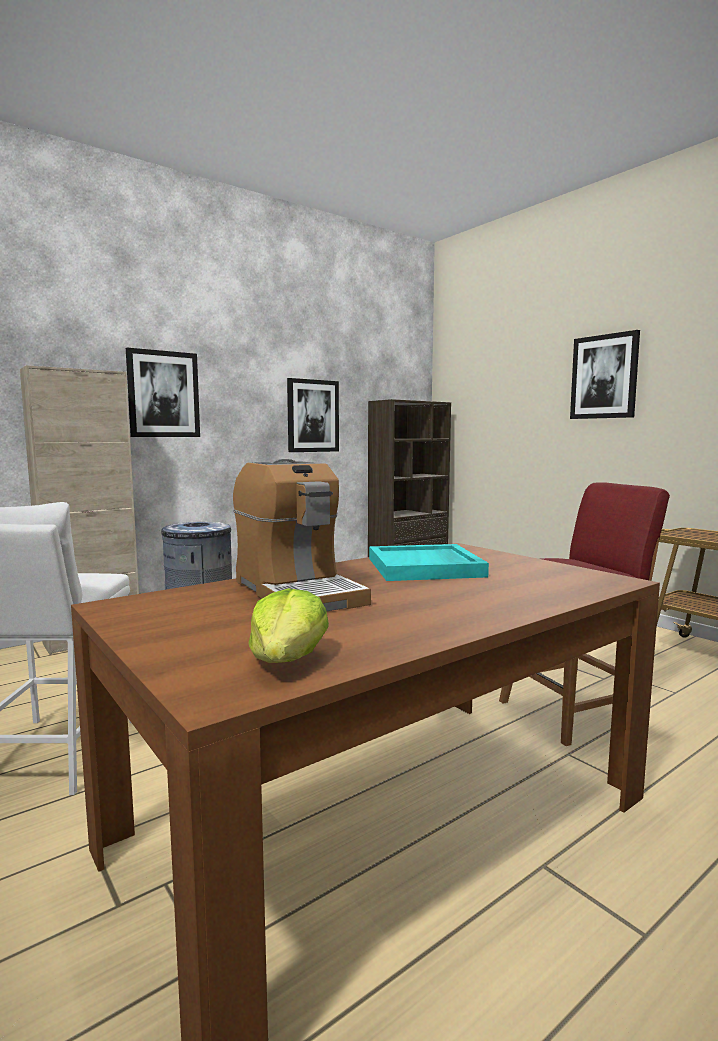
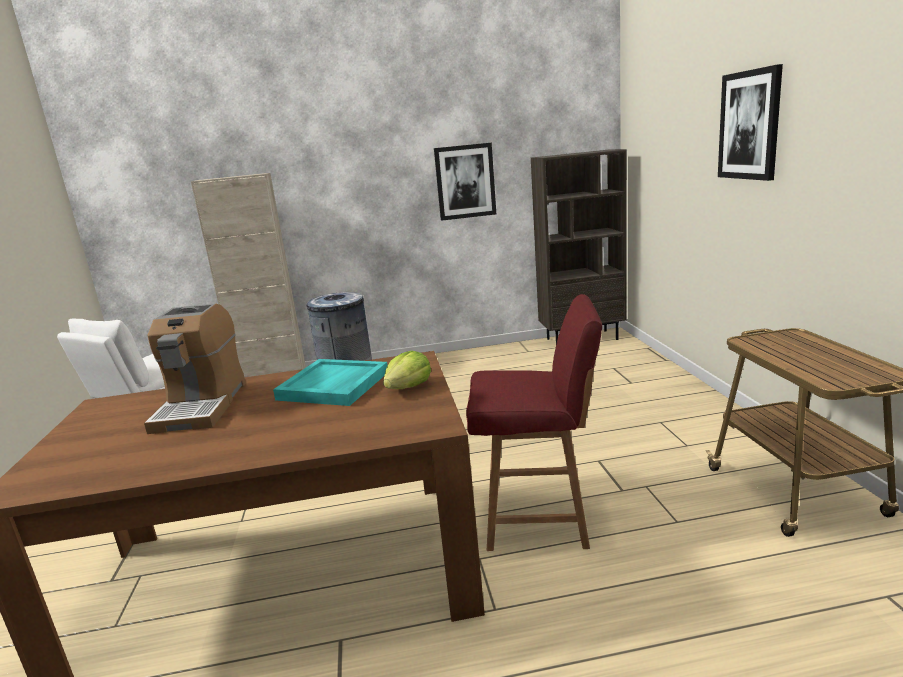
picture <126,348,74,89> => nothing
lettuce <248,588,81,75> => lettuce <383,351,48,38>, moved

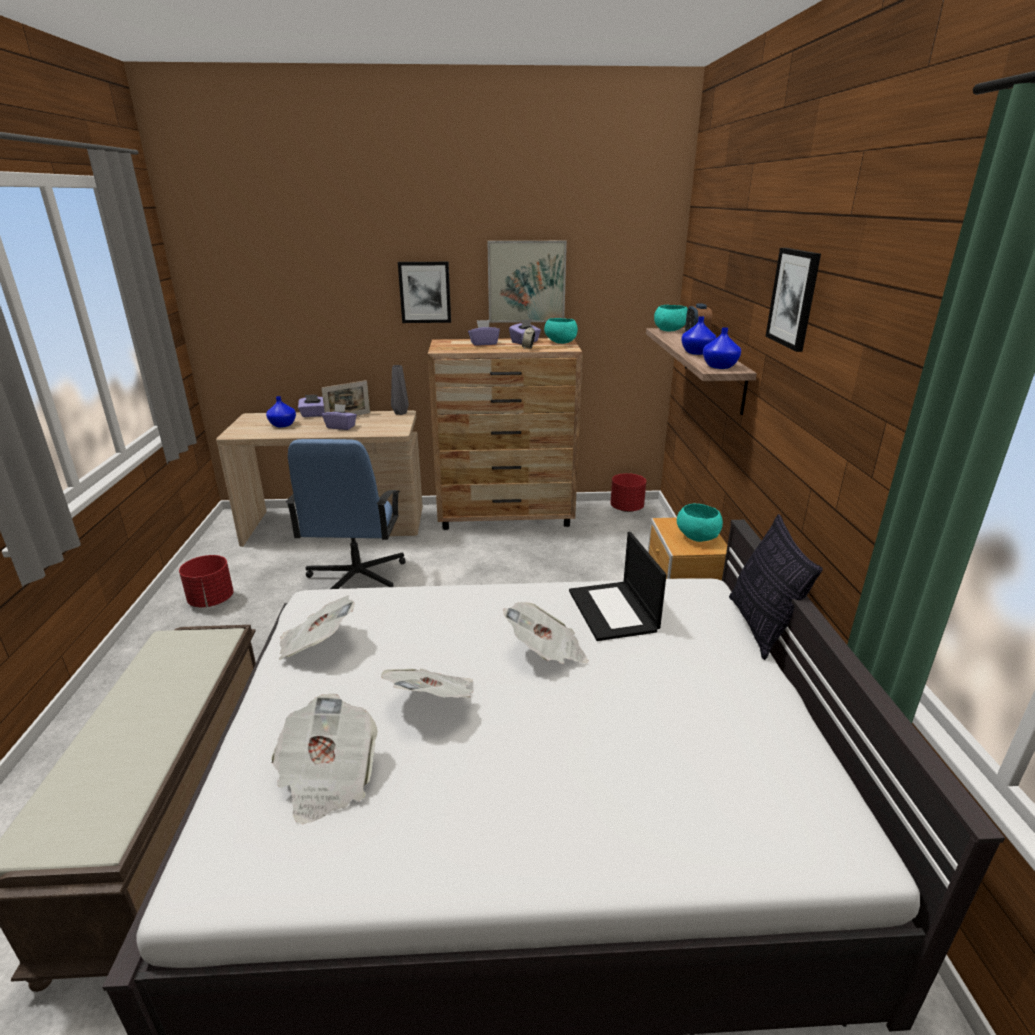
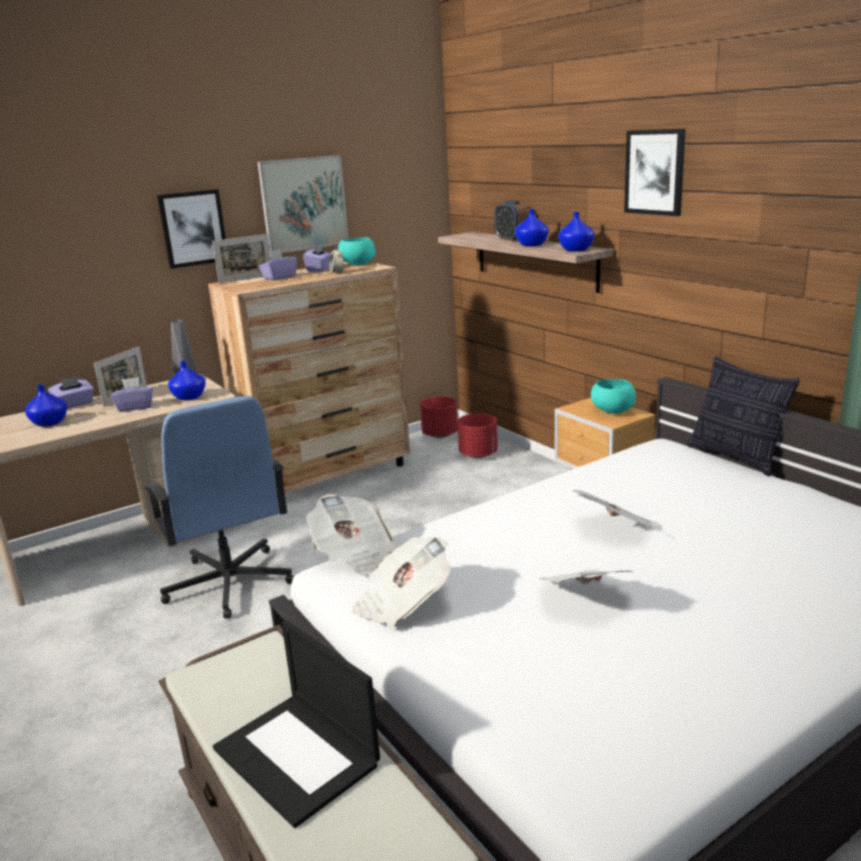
turquoise bowl <654,305,34,26> => nothing
laptop <569,532,97,109> => laptop <213,620,167,208>, moved
red planter <179,555,55,52> => red planter <457,413,41,45>, moved
newspaper <272,694,106,131> => newspaper <306,494,91,81>, moved
nothing => picture frame <212,234,59,49>
nothing => blue vase <168,361,38,39>

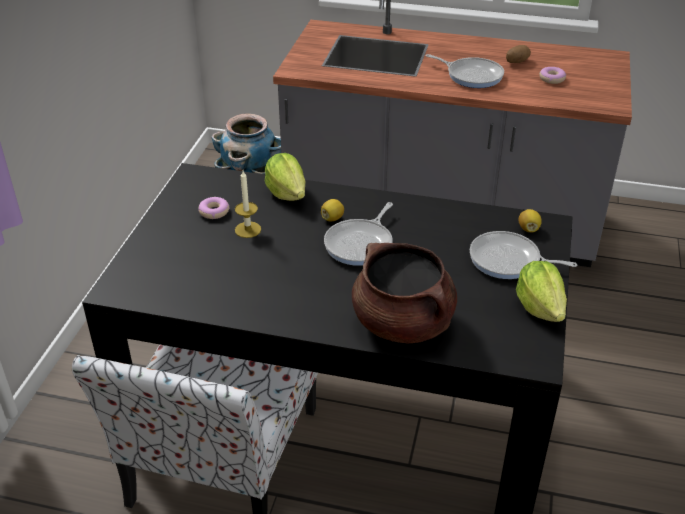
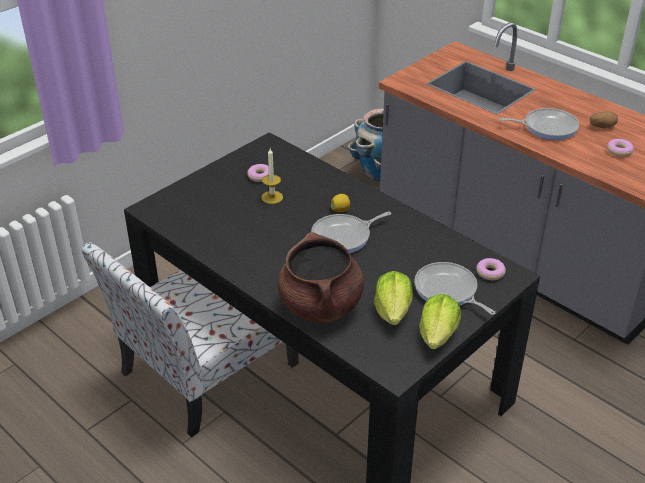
frying pan <426,54,78,34> => frying pan <499,108,80,32>, 60 degrees counterclockwise
lettuce <265,153,40,48> => lettuce <374,271,39,54>, moved
lemon <518,209,24,23> => donut <477,258,29,22>

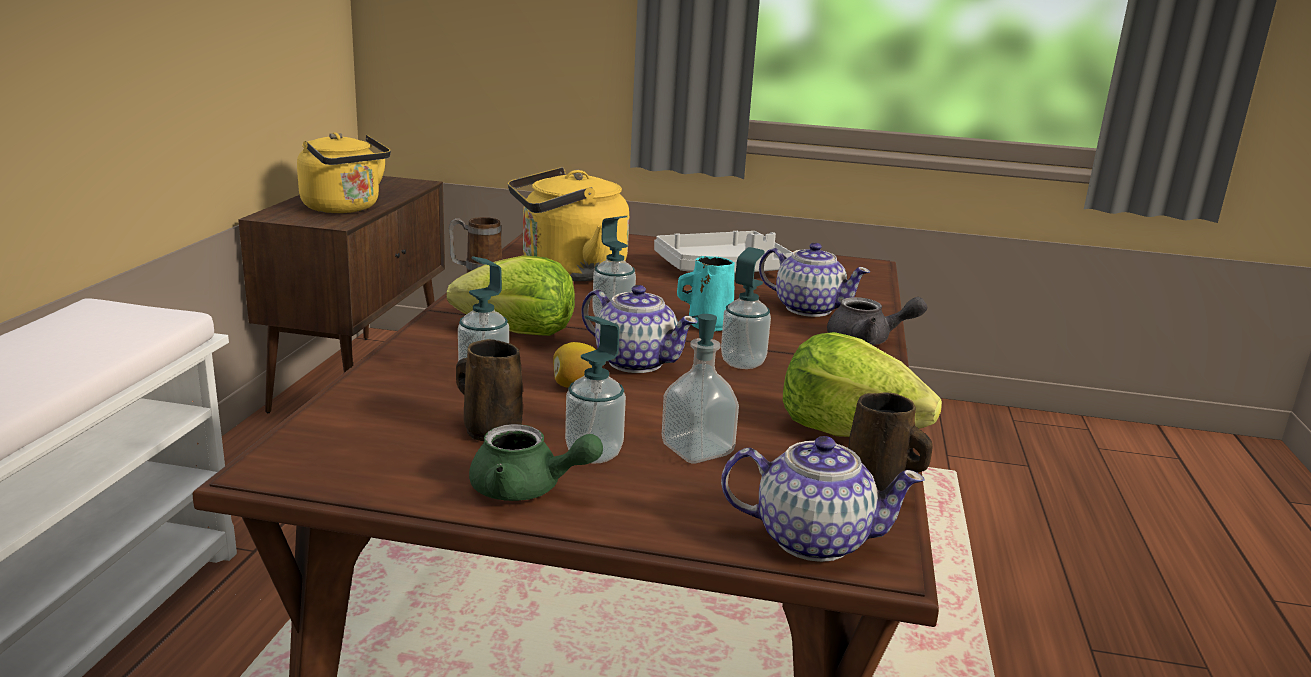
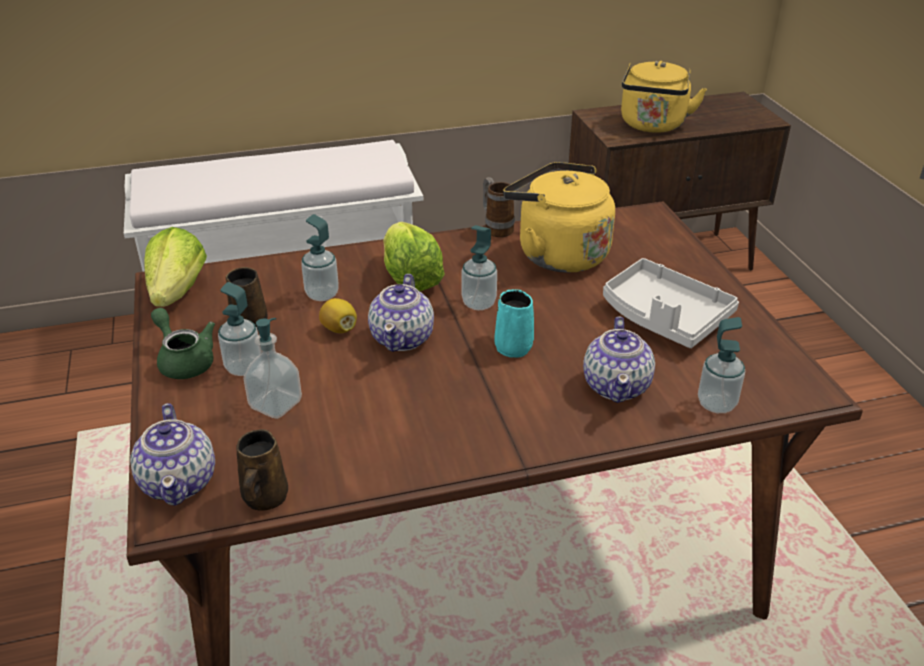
soap dispenser <721,247,50,122> => soap dispenser <698,317,47,96>, moved
grey teapot <827,297,100,48> => nothing
lettuce <783,332,159,105> => lettuce <144,227,63,80>, moved
green teapot <469,424,134,77> => green teapot <151,308,64,71>, 150 degrees clockwise

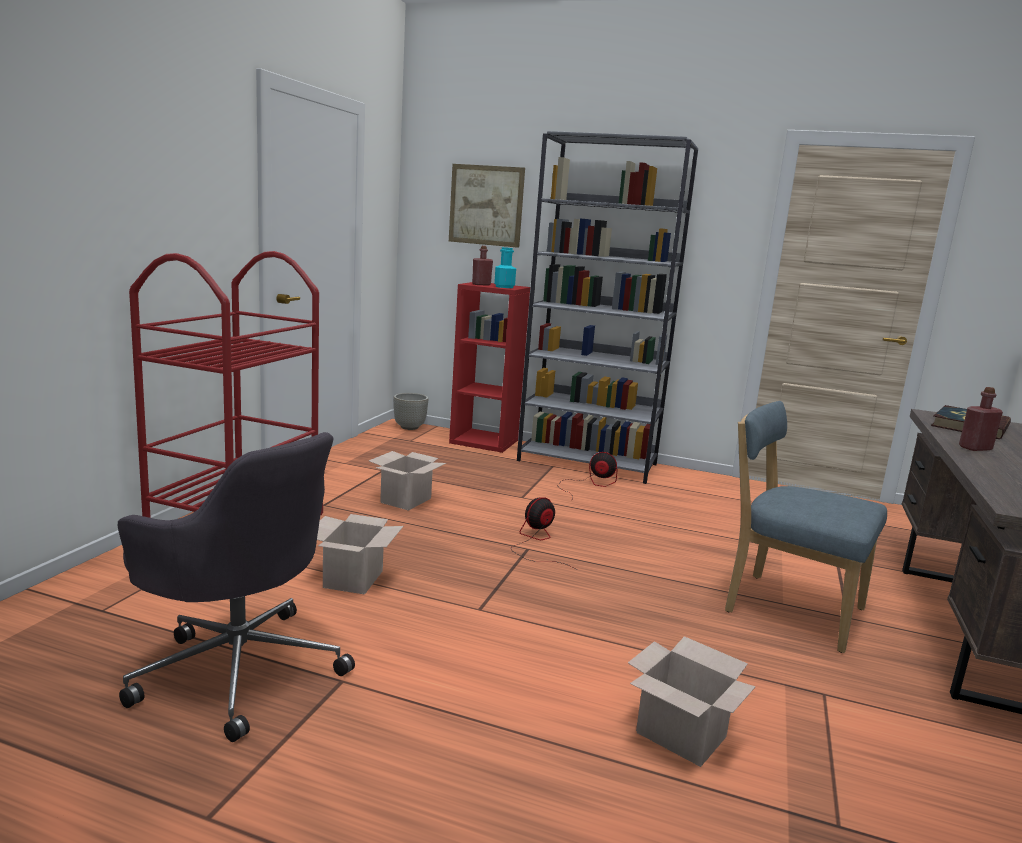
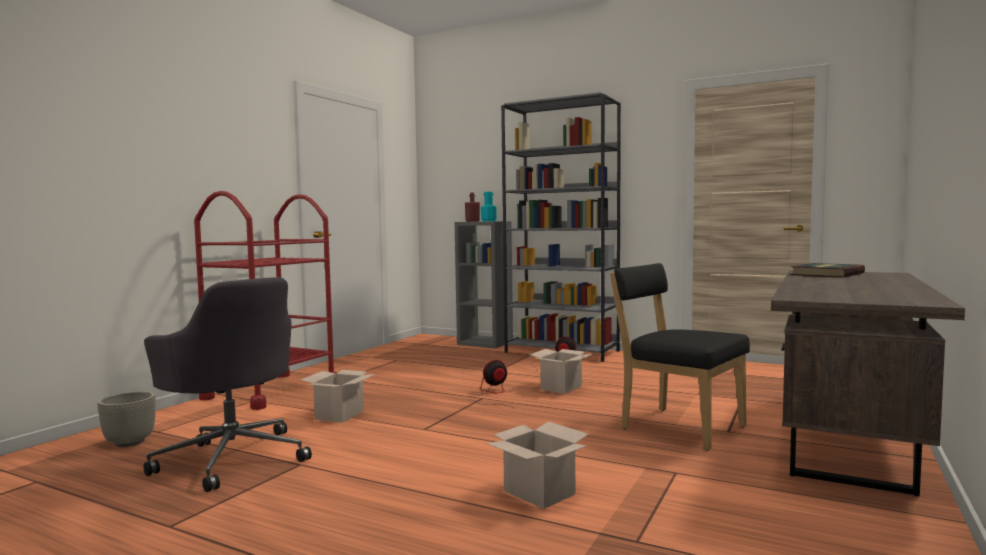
picture <449,164,76,84> => nothing
red bookcase <449,282,81,171> => grey bookcase <455,221,58,127>
red bottle <959,387,44,64> => nothing
grey planter <393,393,35,37> => grey planter <97,391,59,56>, moved
blue chair <725,401,162,252> => black chair <610,263,140,188>
cardboard box <369,451,77,60> => cardboard box <529,349,64,45>, moved

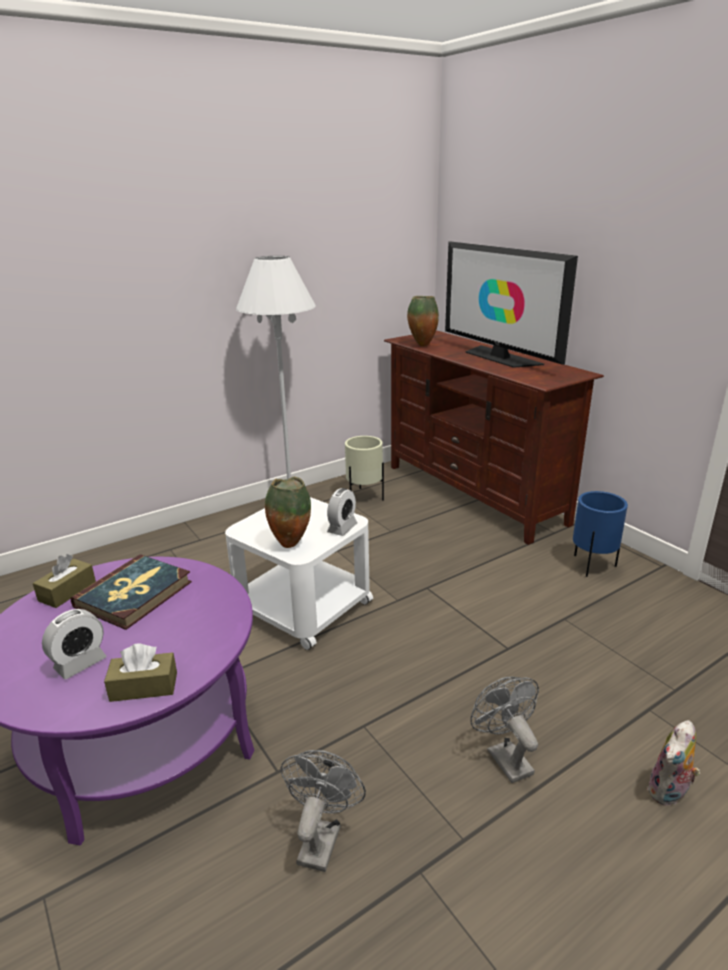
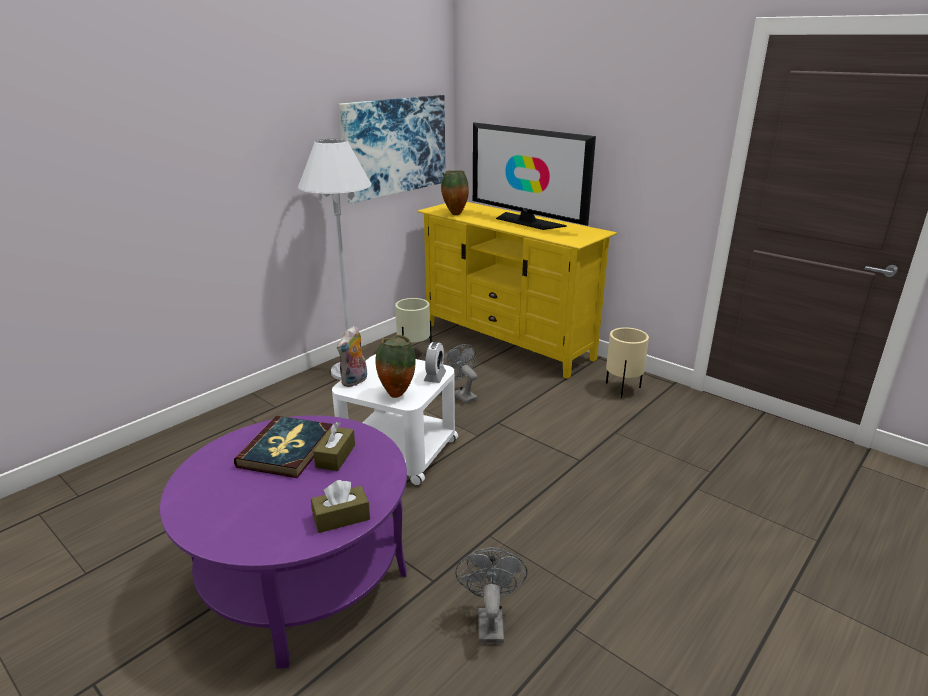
brown tv stand <384,330,220,215> => yellow tv stand <417,202,200,177>
blue planter <573,491,55,86> => beige planter <606,328,43,70>
brown tissue box <33,554,63,54> => brown tissue box <313,422,42,49>, moved
alarm clock <42,609,64,70> => nothing
grey fan <470,677,69,106> => grey fan <443,344,35,60>, moved
plush toy <647,720,53,86> => plush toy <337,326,30,61>, moved
nothing => picture <339,95,106,109>

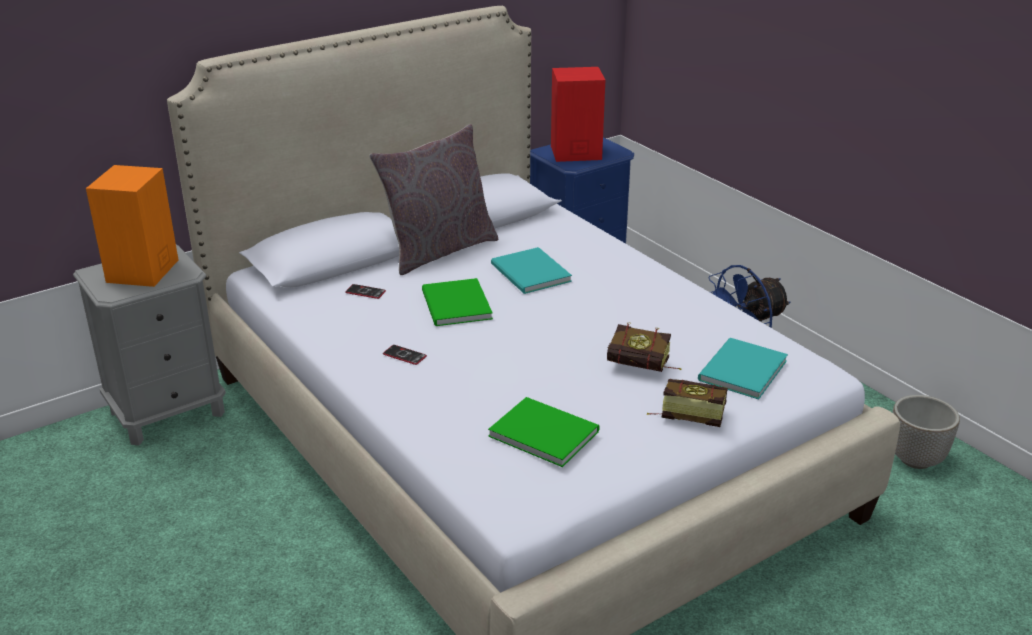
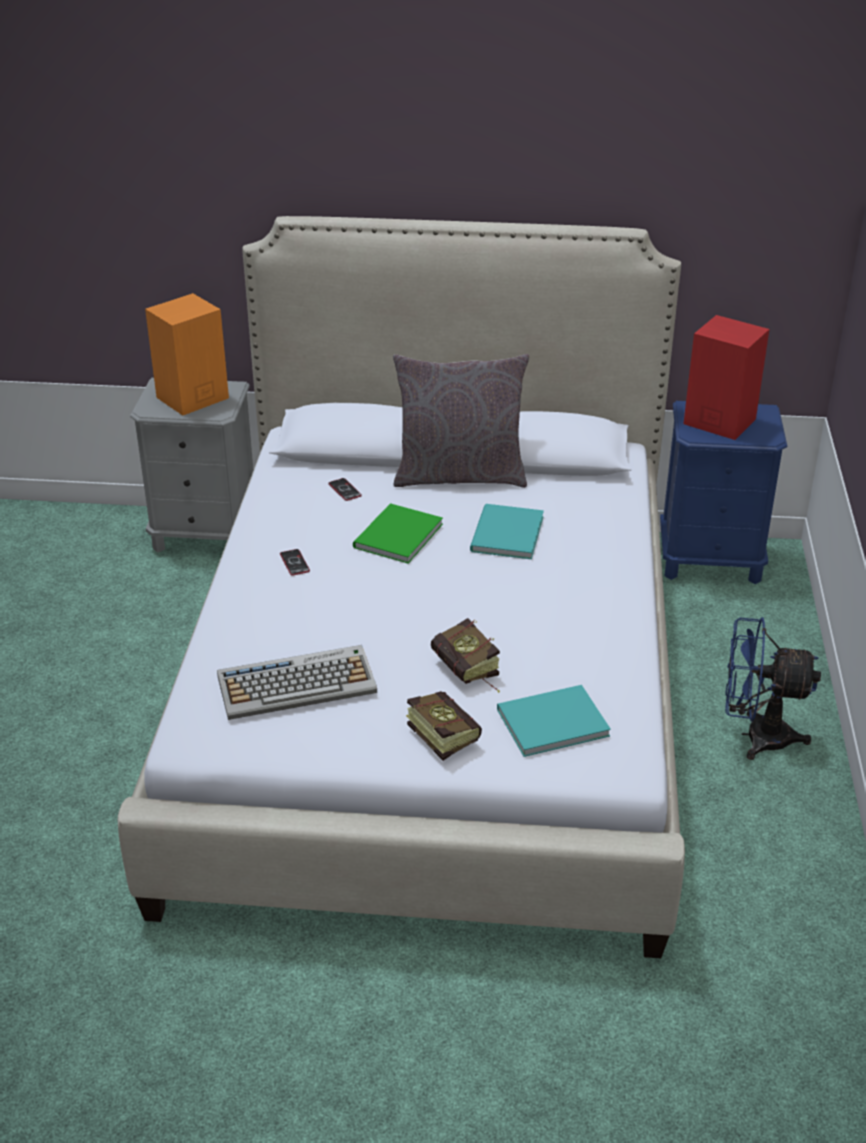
planter <892,395,68,74> => nothing
green book <488,397,112,70> => keyboard <217,645,160,75>

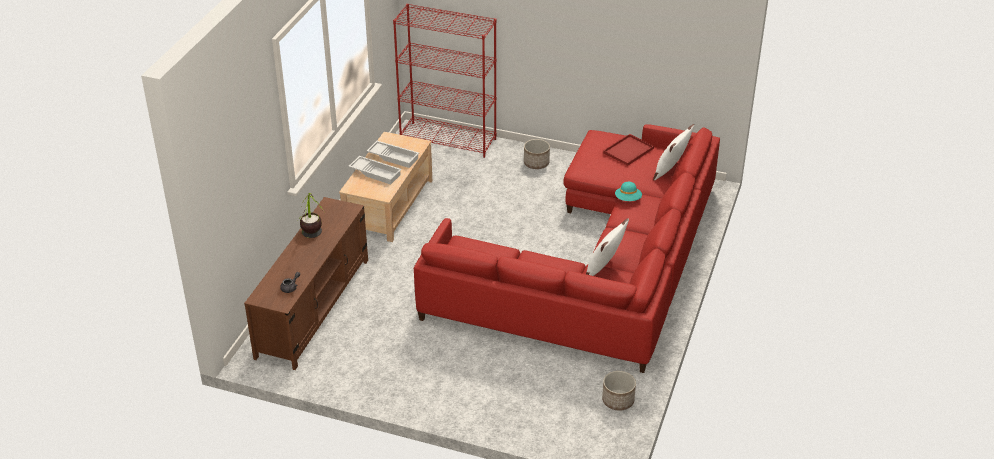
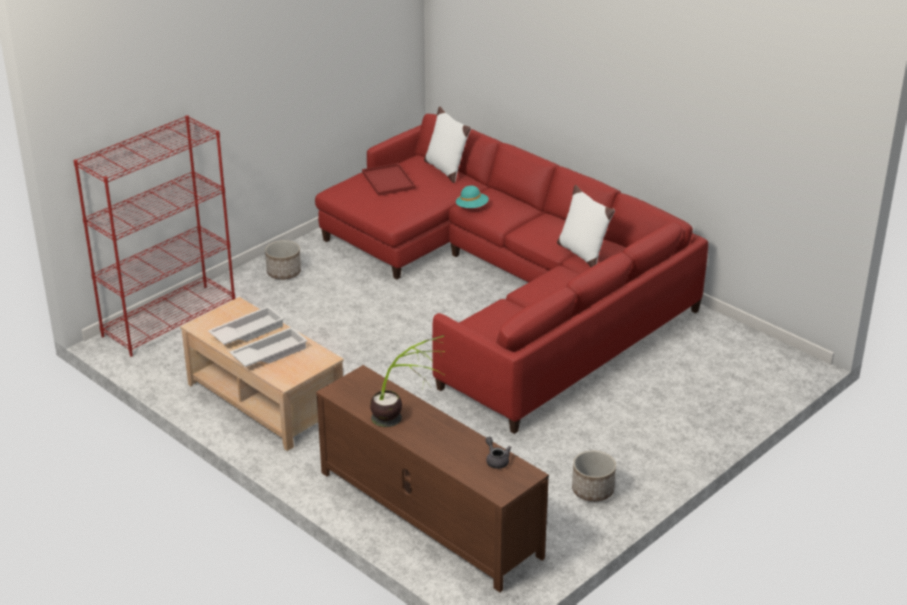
planter <602,371,34,40> => planter <572,451,44,51>, moved

